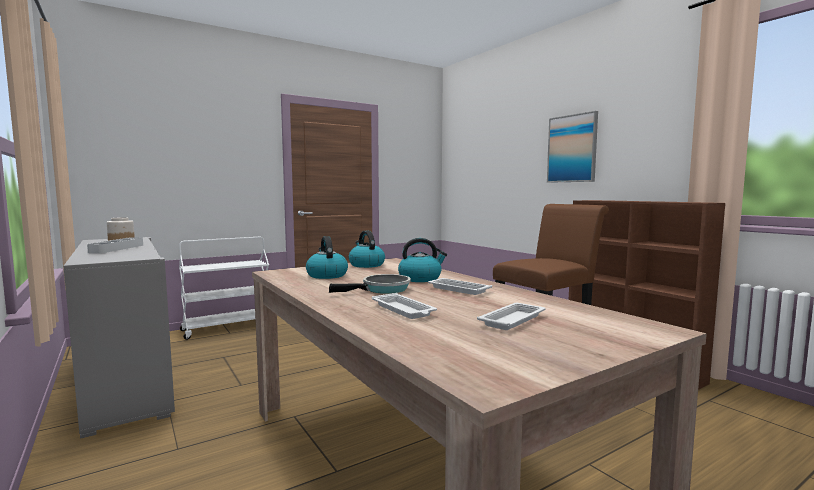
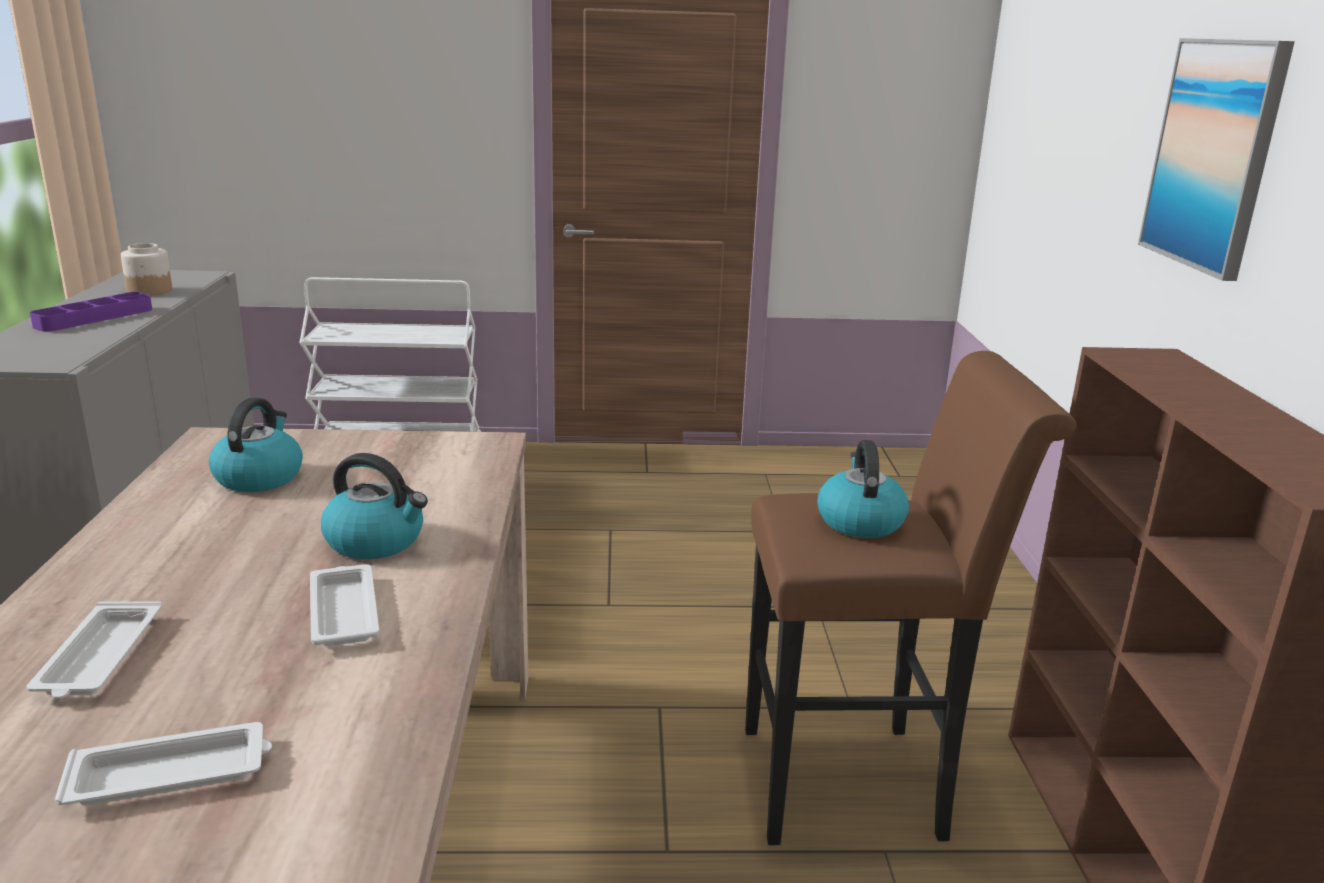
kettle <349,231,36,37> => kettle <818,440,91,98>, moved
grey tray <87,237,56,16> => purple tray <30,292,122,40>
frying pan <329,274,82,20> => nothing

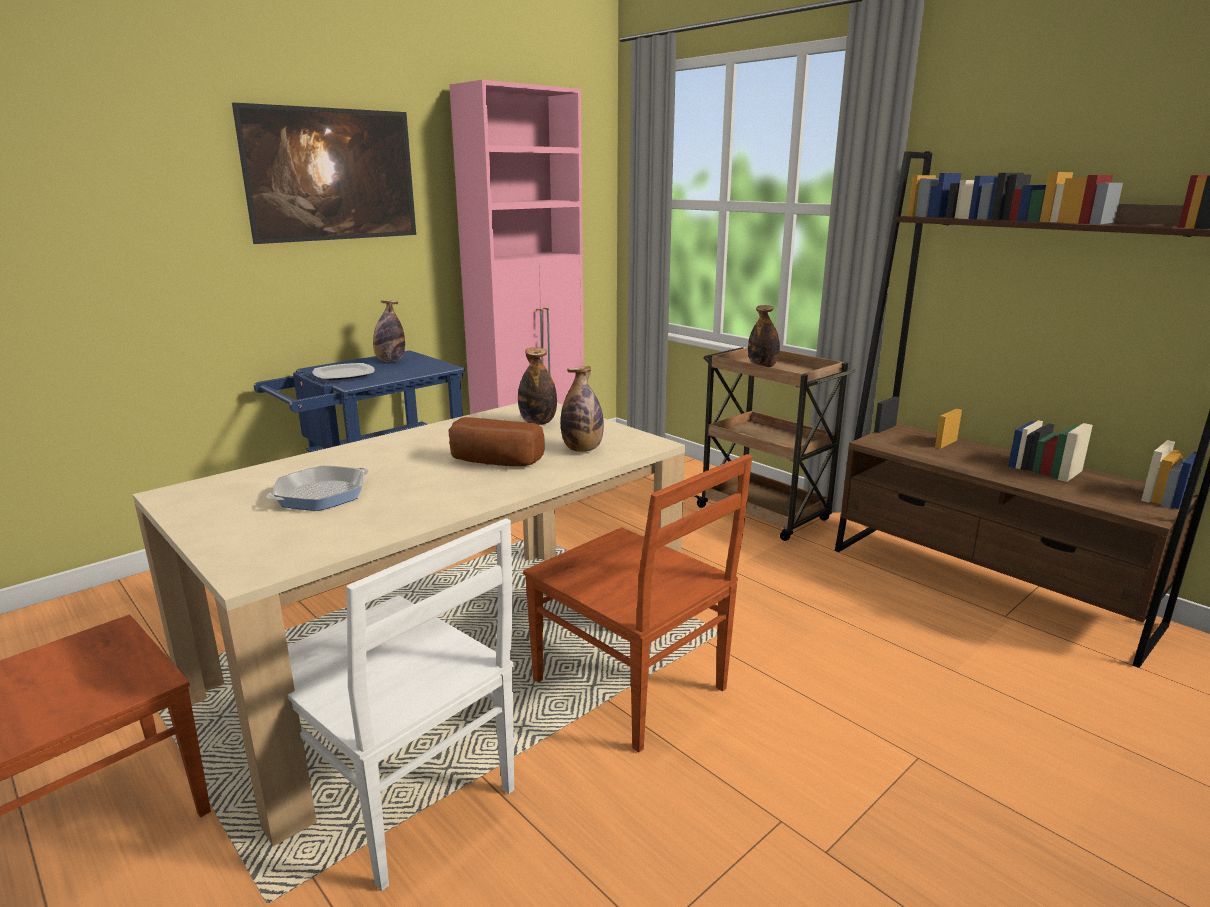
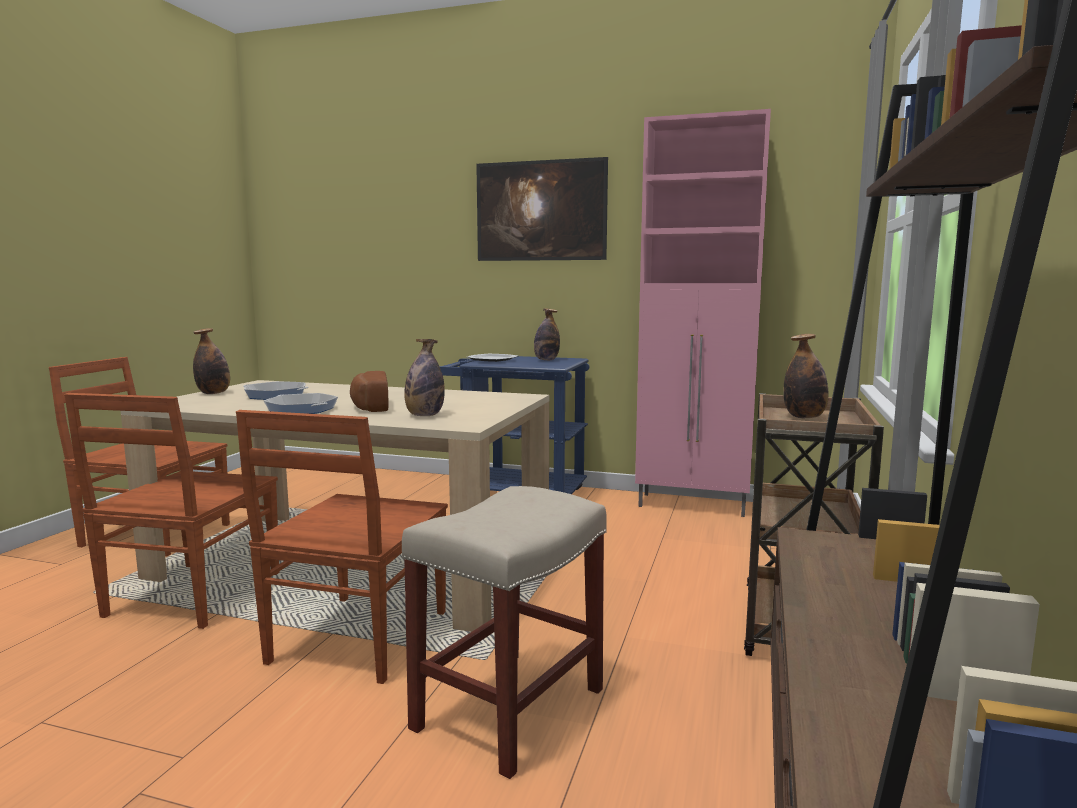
bottle <518,347,39,78> => bottle <193,328,37,66>, moved
white chair <288,518,226,373> => brown chair <64,393,215,236>
nothing => frying pan <264,393,74,21>
nothing => beige stool <402,486,205,293>

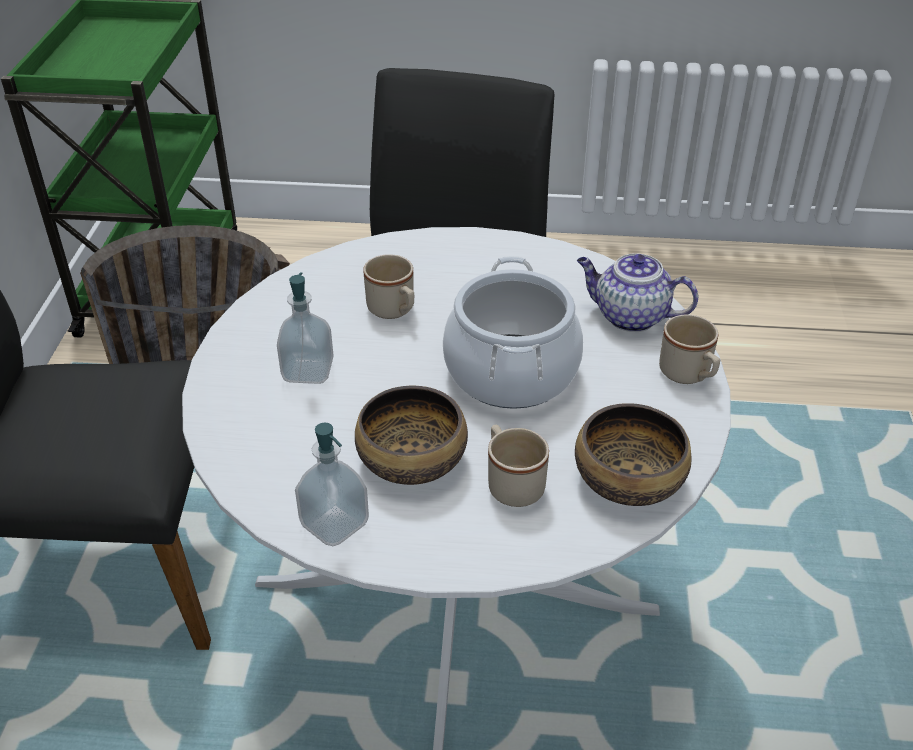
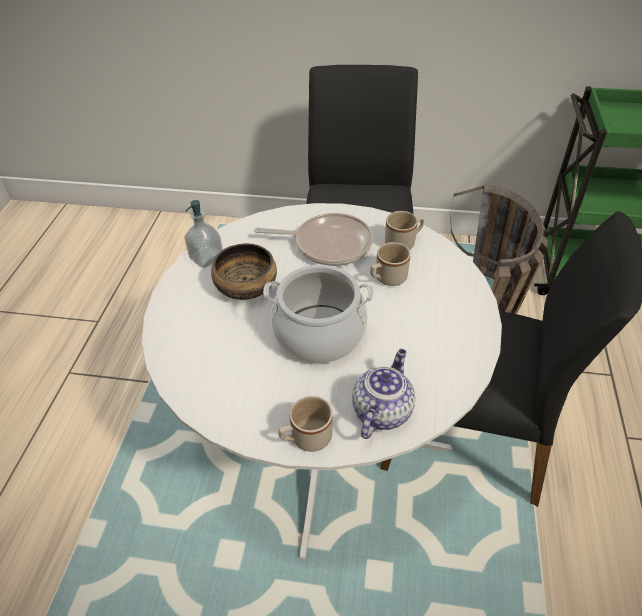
soap dispenser <277,272,57,112> => frying pan <254,213,119,53>
bowl <575,404,117,102> => nothing
beige mug <488,425,61,82> => beige mug <385,211,39,39>, moved

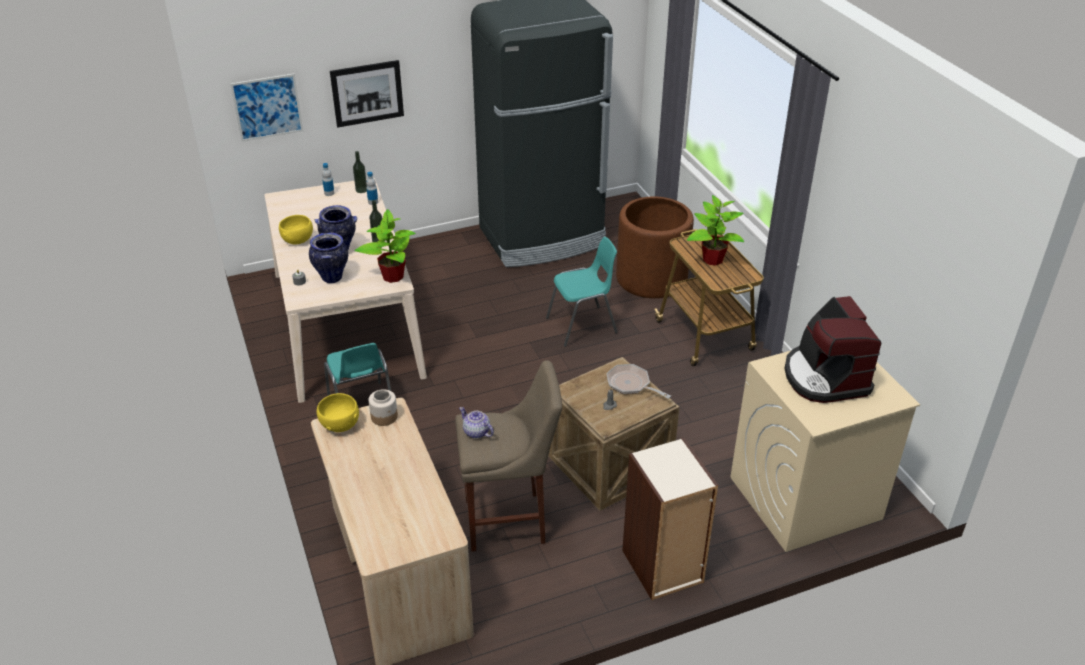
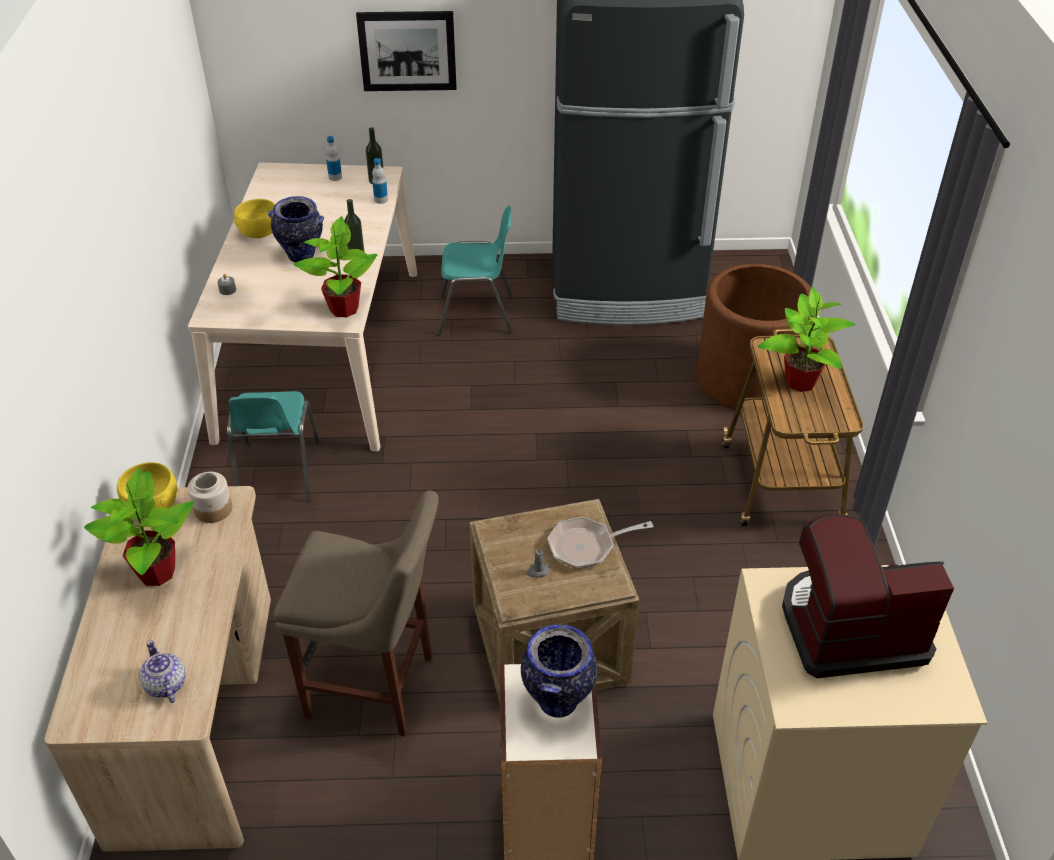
picture <230,73,73,69> => nothing
vase <309,232,39,51> => vase <521,625,77,93>, moved
turquoise chair <546,237,72,110> => turquoise chair <438,206,75,129>, moved
coffee machine <784,296,97,107> => coffee machine <782,514,172,164>, 75 degrees clockwise
frying pan <607,364,64,35> => frying pan <547,517,106,52>, 75 degrees counterclockwise
teapot <459,407,35,32> => teapot <139,640,47,63>, moved
nothing => potted plant <84,468,110,118>

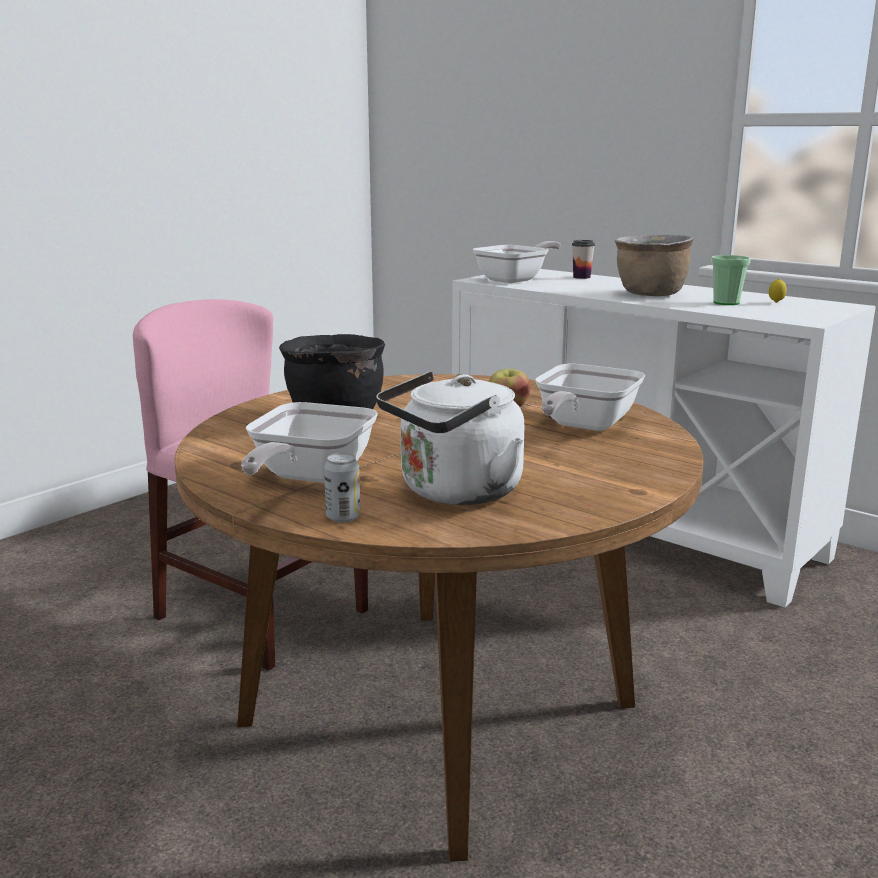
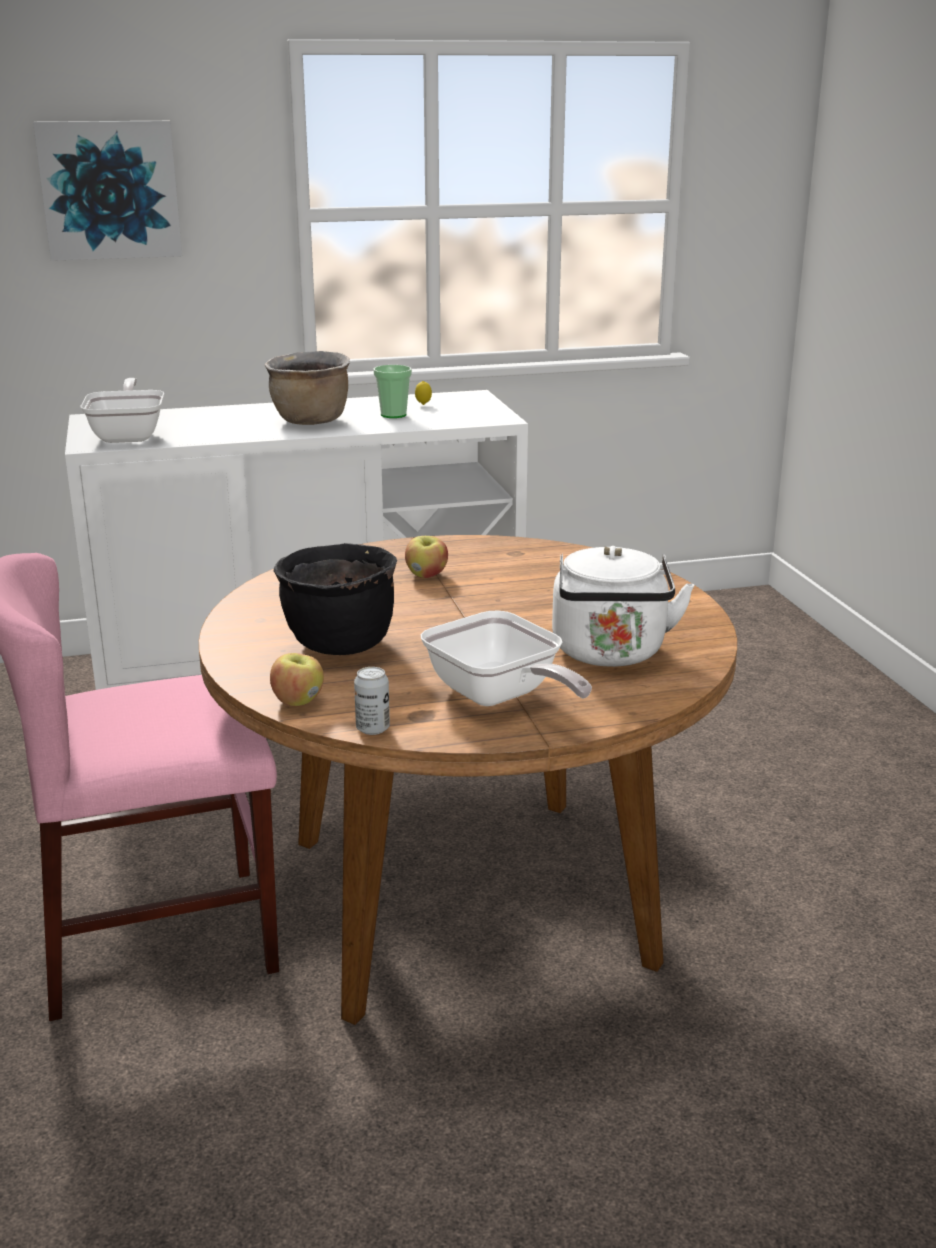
cup <572,240,23,39> => nothing
frying pan <535,364,110,67> => nothing
can <324,453,37,70> => can <354,667,36,68>, moved
nothing => picture <33,121,149,140>
nothing => apple <270,653,54,53>

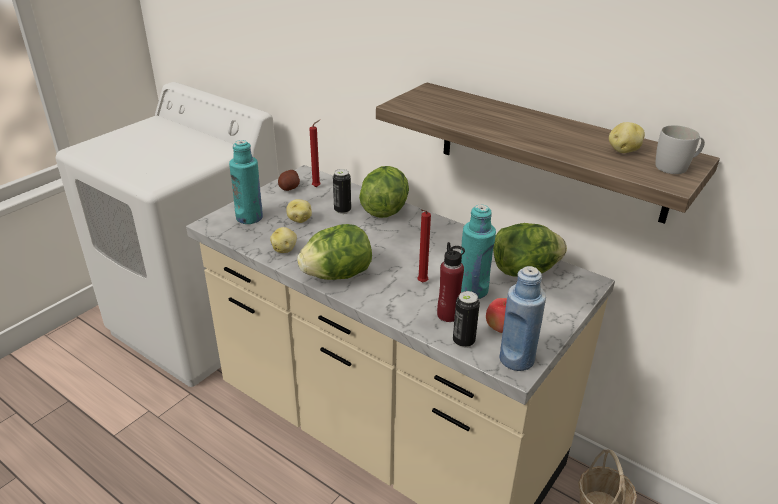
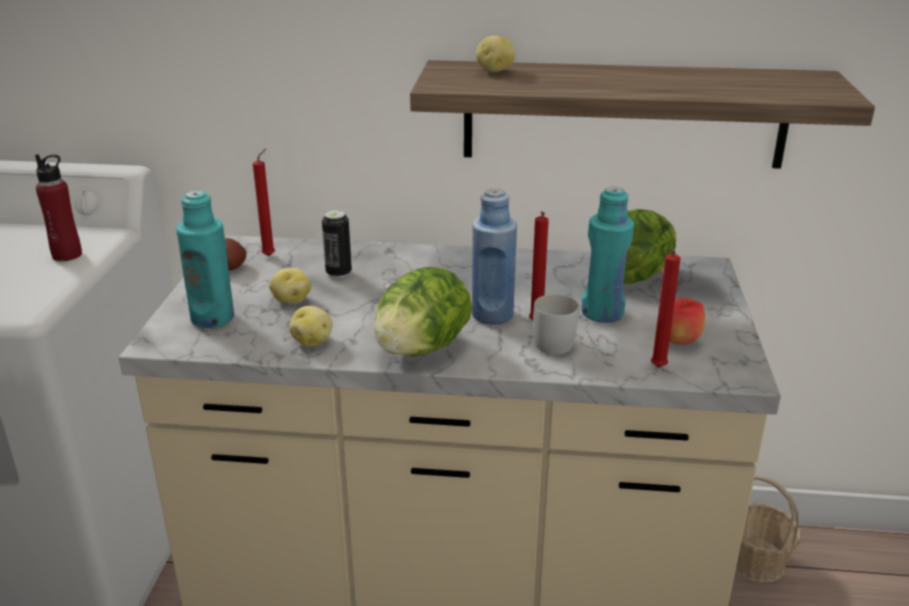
potato <609,122,36,31> => potato <476,36,39,36>, moved
white mug <655,125,50,49> => white mug <533,294,47,61>, moved
lettuce <359,166,50,52> => nothing
red bottle <437,242,28,80> => red bottle <35,154,47,107>, moved
blue bottle <500,266,46,105> => blue bottle <472,188,45,137>, moved
can <453,291,27,57> => red candle <651,248,29,120>

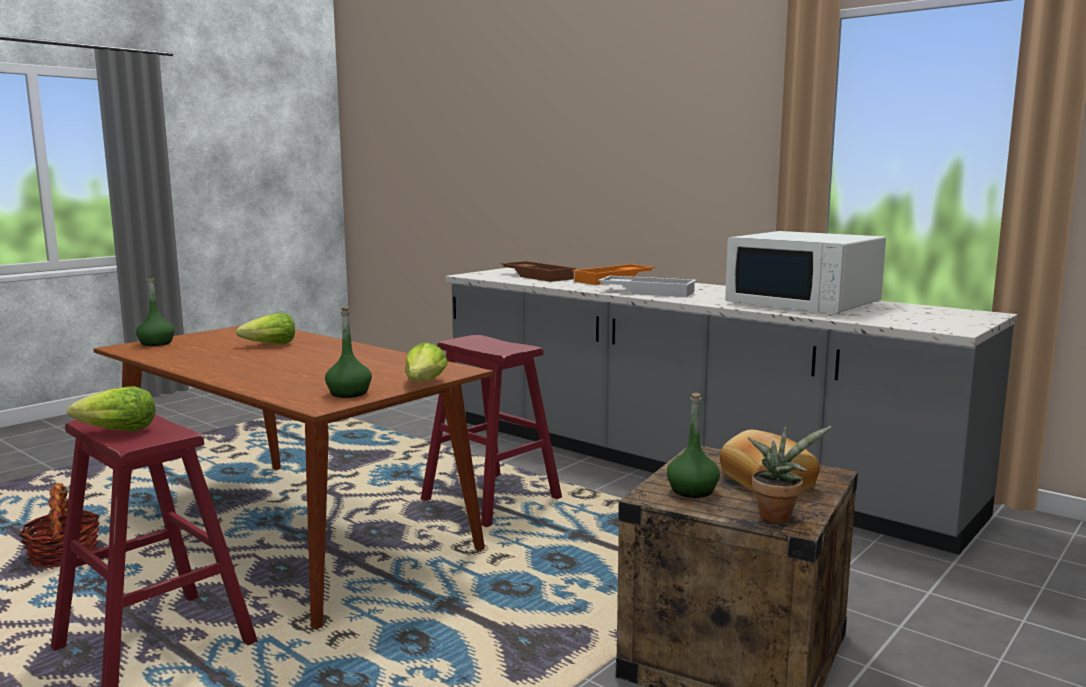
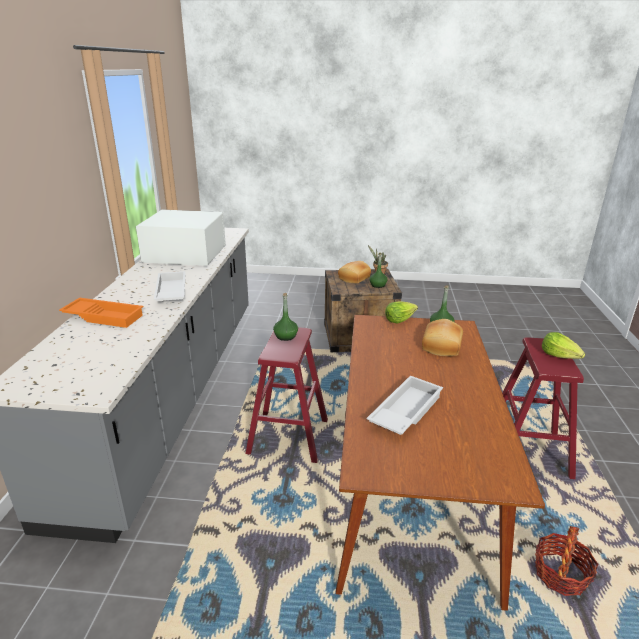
white microwave <725,231,161,83> => white microwave <136,210,90,56>, 90 degrees counterclockwise
brown tray <501,261,75,21> => nothing
green bottle <136,276,39,70> => green bottle <273,293,25,48>, moved
lettuce <236,313,59,31> => white tray <367,376,76,59>
nothing => bread <422,319,41,37>

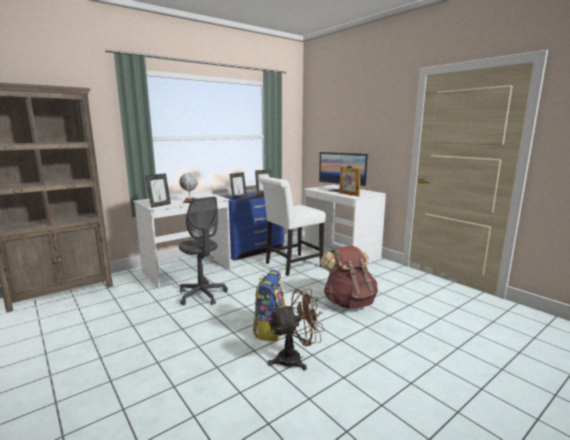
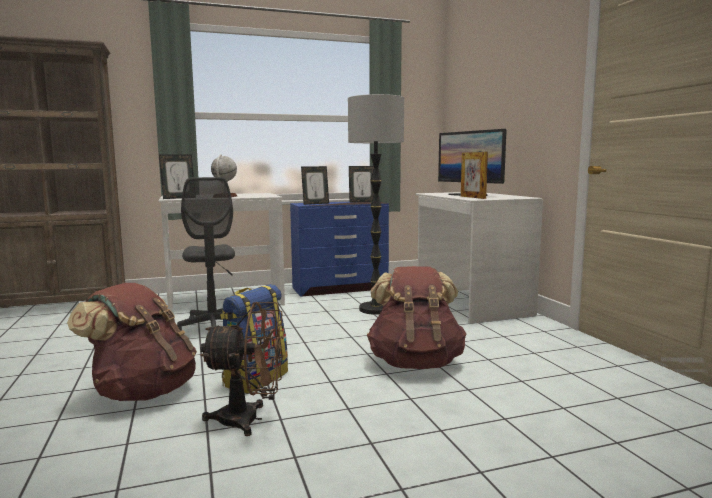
white chair <259,176,67,100> => floor lamp <348,94,56,221>
nothing => brown backpack <67,283,130,118>

